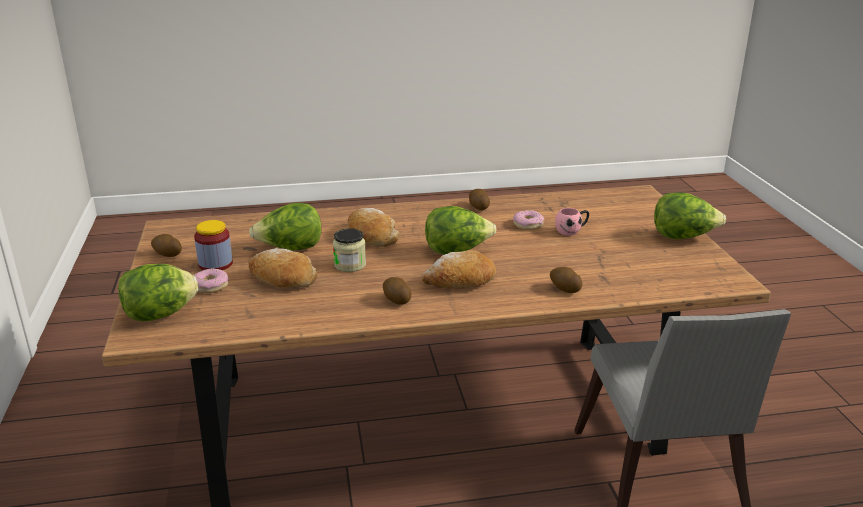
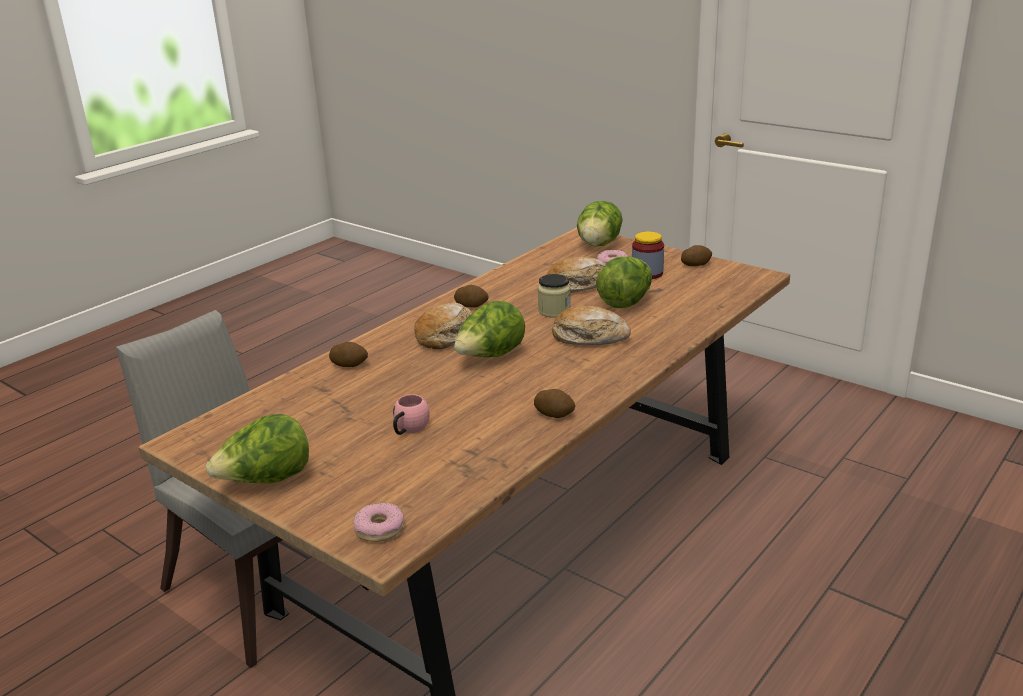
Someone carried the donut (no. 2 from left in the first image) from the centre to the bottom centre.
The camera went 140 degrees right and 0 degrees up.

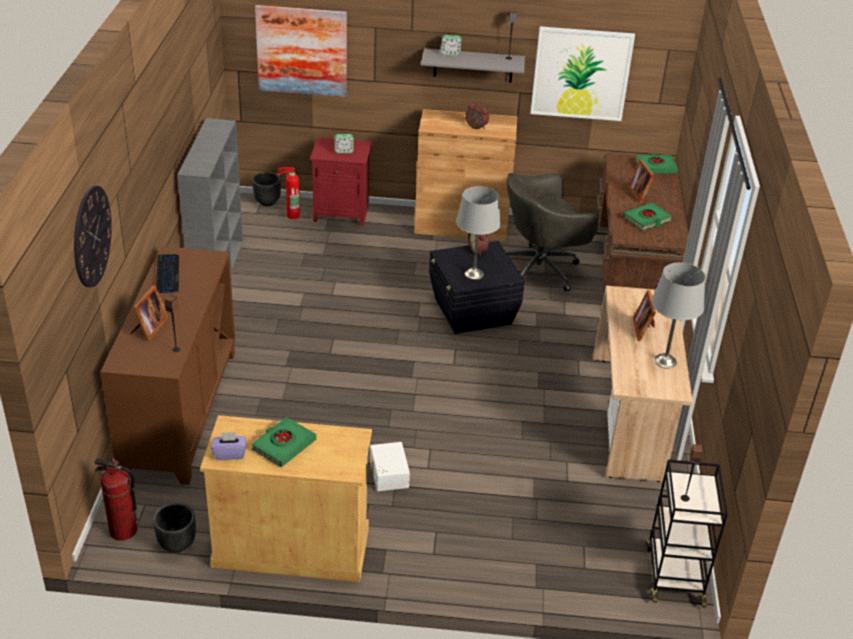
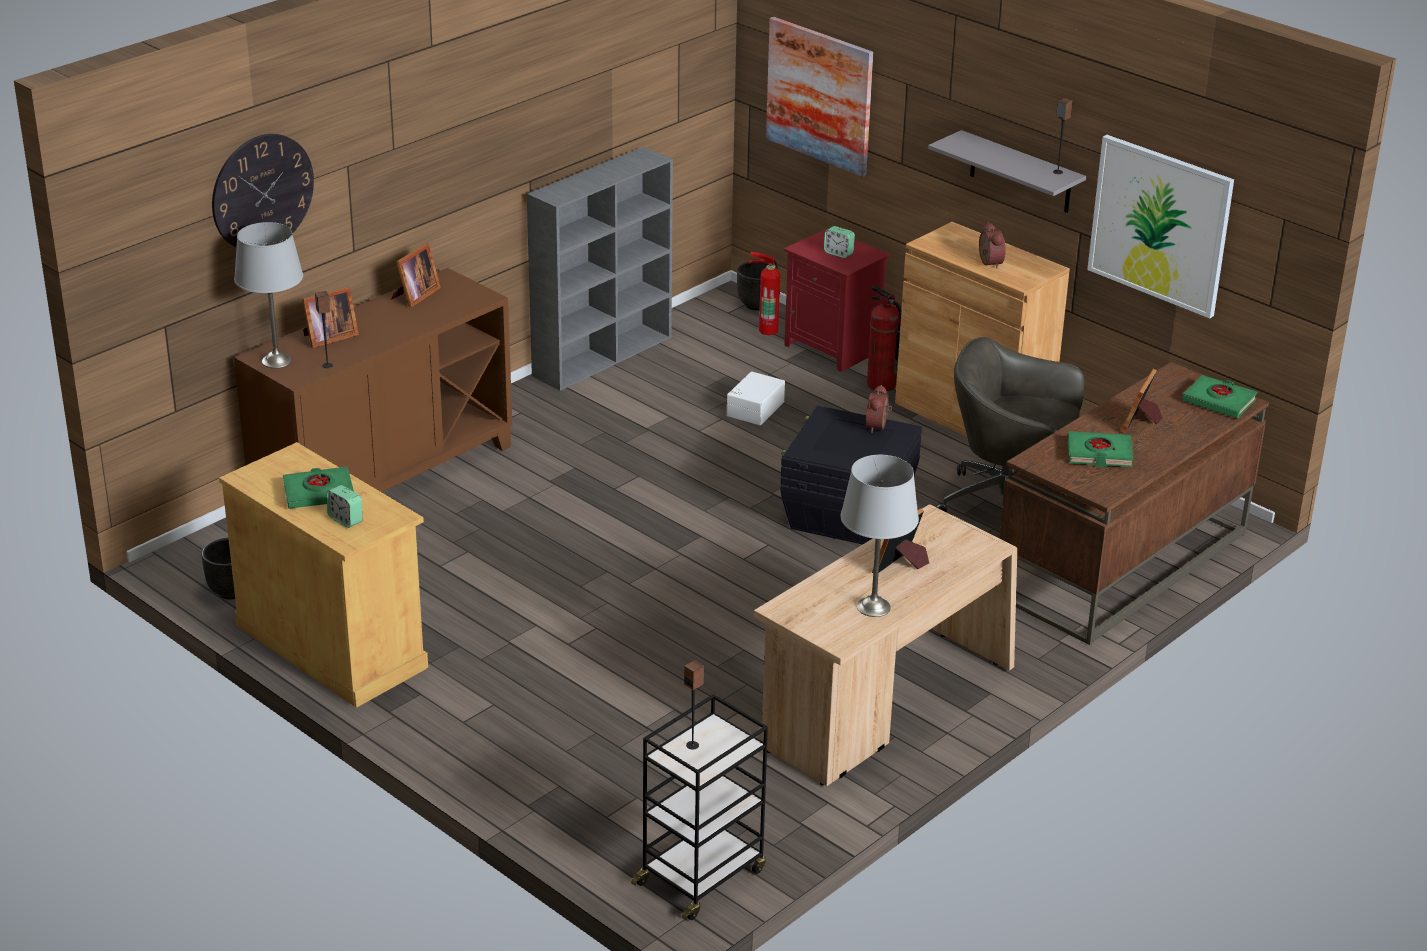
Someone carried the grey_table_lamp (no. 1 from left) from the centre to the top left.
Someone carried the alarm_clock (no. 2 from left in the first image) from the top centre to the middle left.
Someone swapped the keyboard at the middle left for the picture_frame (no. 2 from left) at the top left.
Someone carried the white_storage_box from the bottom centre to the centre.
Someone carried the fire_extinguisher (no. 1 from left in the first image) from the bottom left to the centre.
Someone took away the purple_tissue_box at the bottom left.
The camera went 40 degrees right and 5 degrees down.

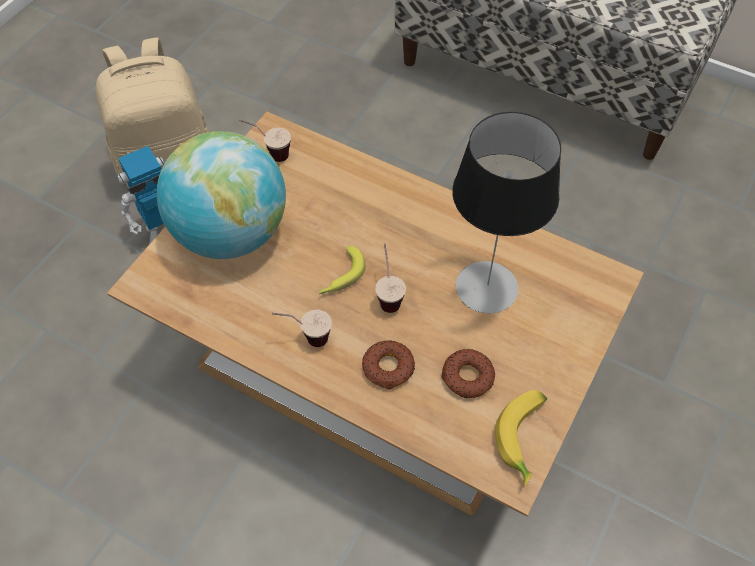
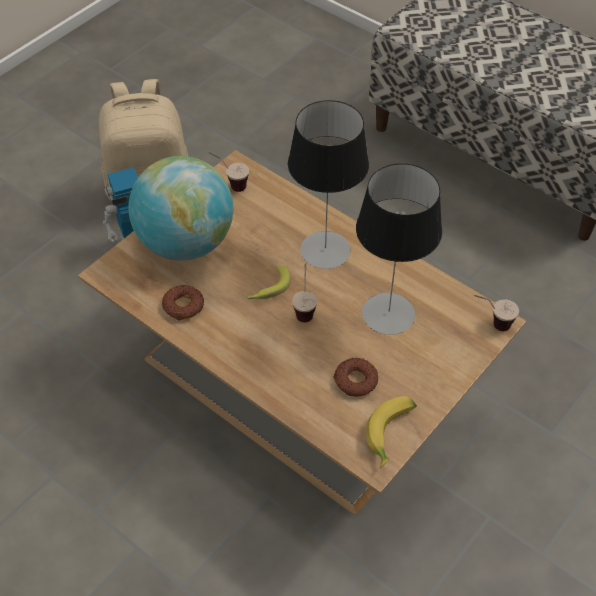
Someone carried the donut (no. 1 from left) from the centre to the middle left.
Someone put down the table_lamp (no. 1 from left) at the top centre.
Someone carried the cup (no. 2 from left in the first image) from the centre to the middle right.
The camera went 10 degrees right and 5 degrees down.

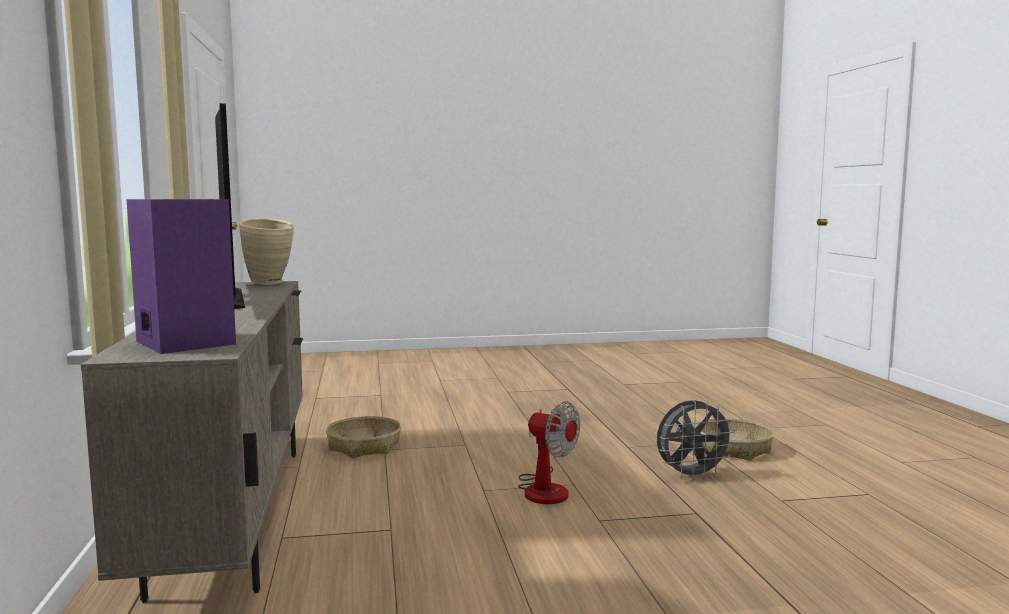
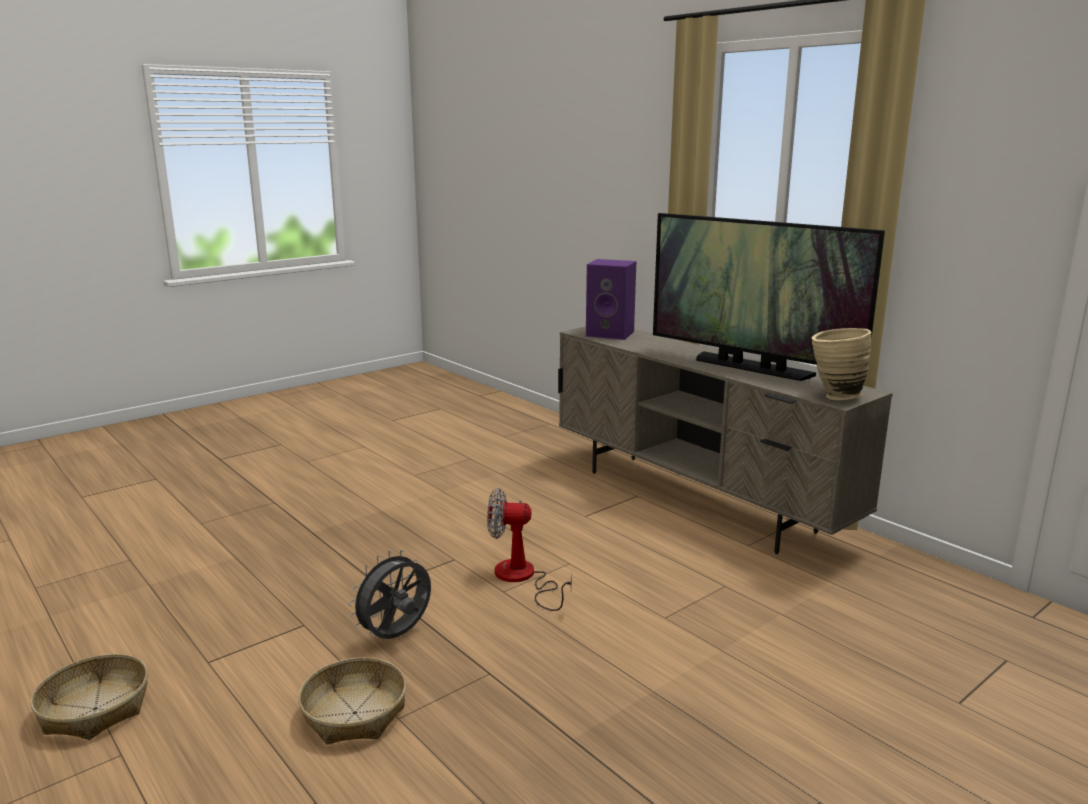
Someone carried the basket (no. 1 from left) from the bottom centre to the bottom left.
The camera went 150 degrees right and 10 degrees up.

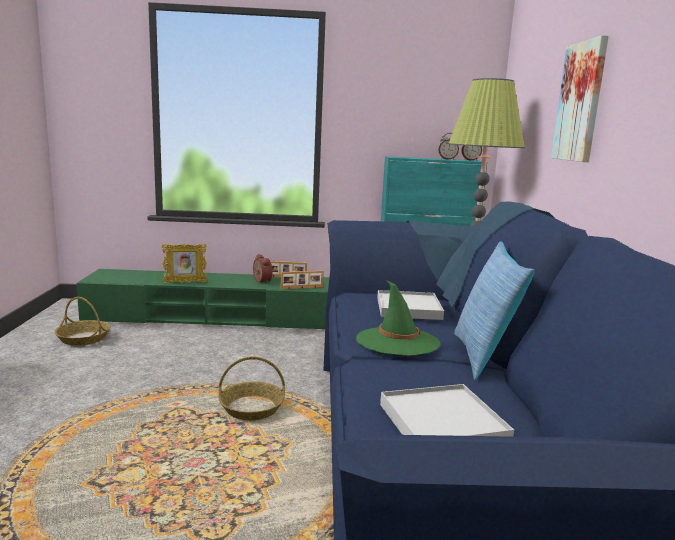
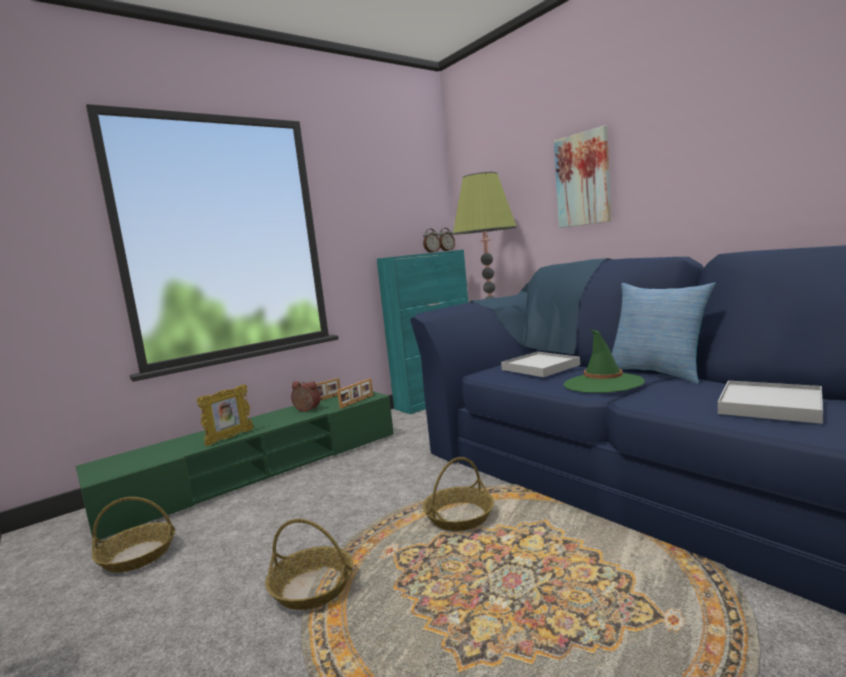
Someone put down the basket (no. 2 from left) at the bottom centre.
The camera went 35 degrees left and 5 degrees down.

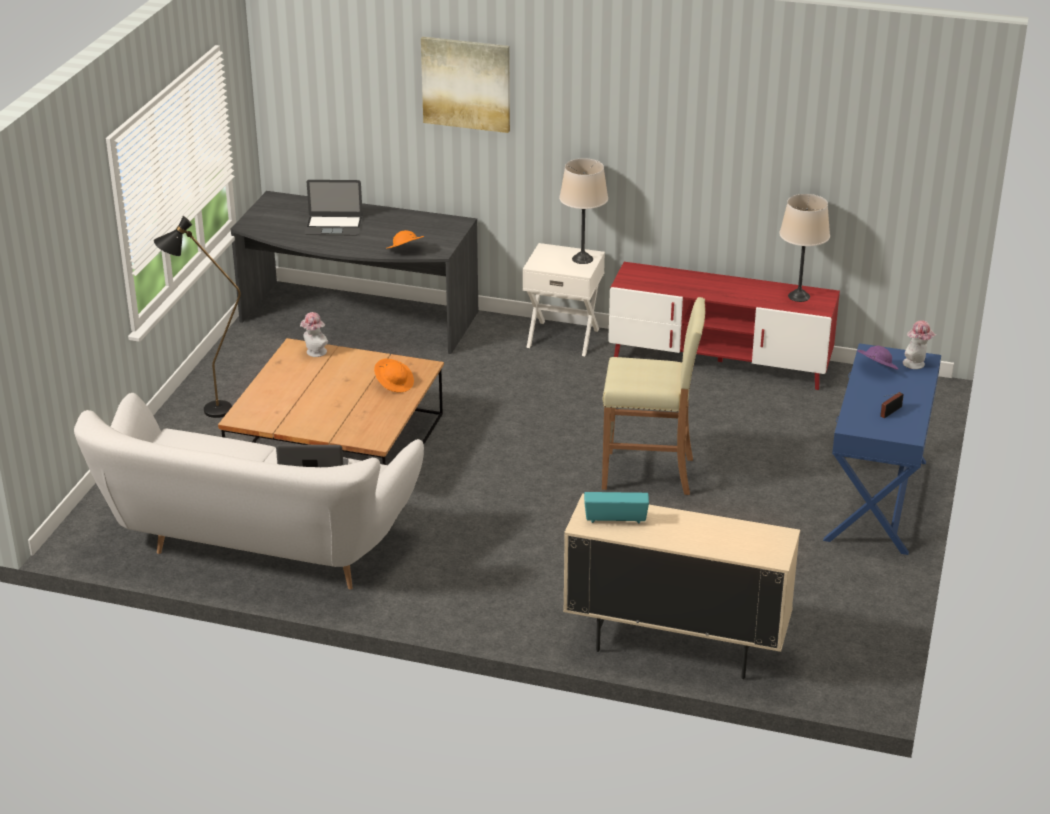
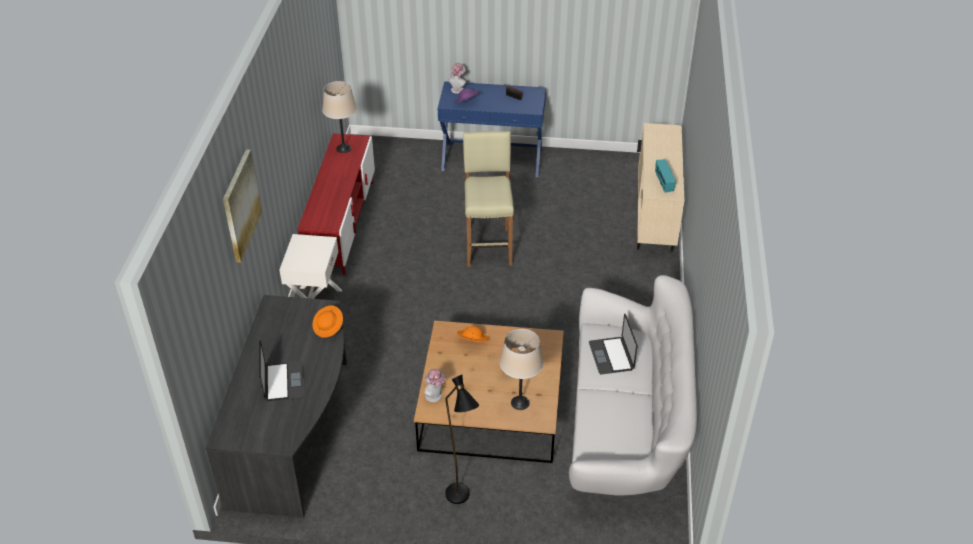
Someone carried the beige_table_lamp (no. 1 from left in the first image) from the top centre to the bottom centre.
The camera went 100 degrees left and 10 degrees up.

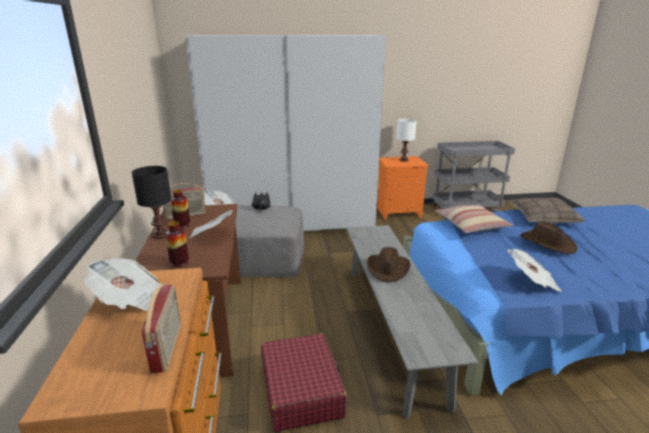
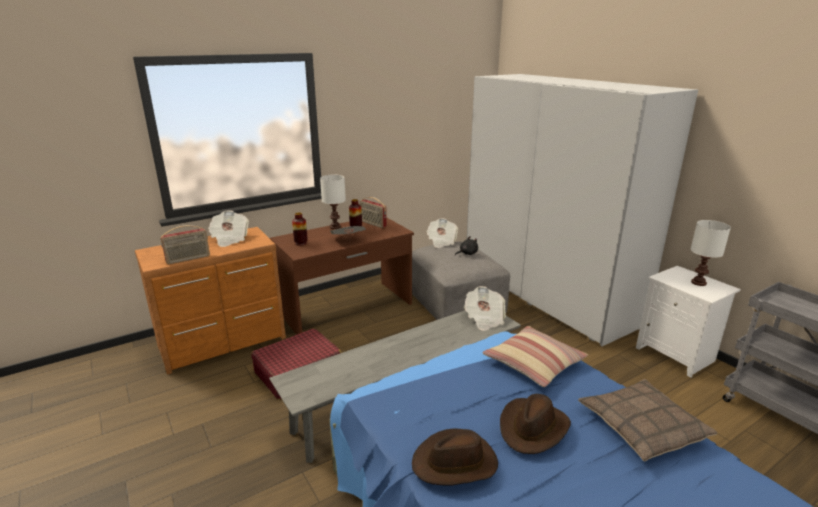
Someone repainted the black_table_lamp at the middle left, which became the white_table_lamp (no. 1 from left) at the centre.
Someone carried the brown_hat (no. 1 from left) from the centre to the bottom centre.
Someone carried the newspaper (no. 4 from left) from the middle right to the centre.
Someone repainted the orange_nightstand at the centre, which became the white_nightstand at the middle right.
The camera went 65 degrees right and 0 degrees up.

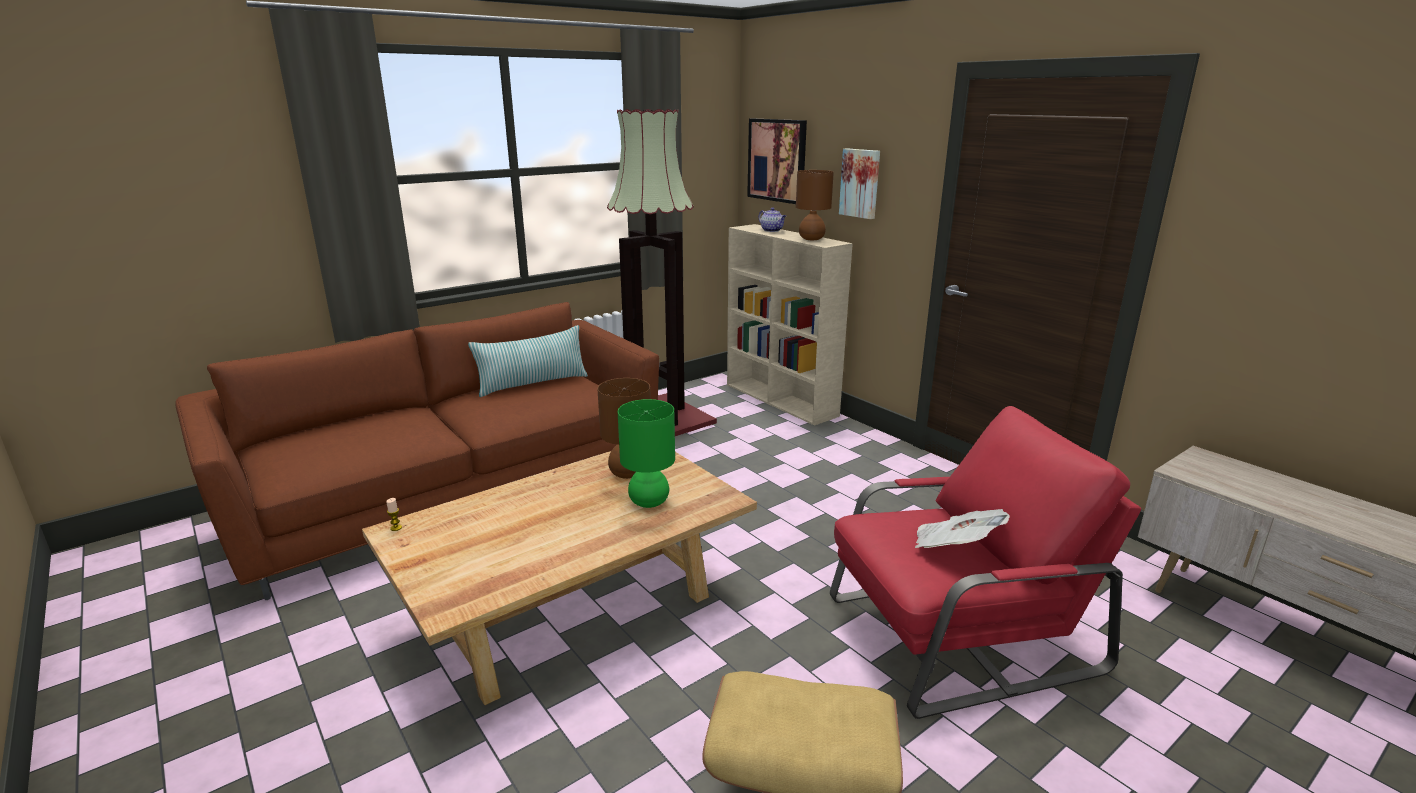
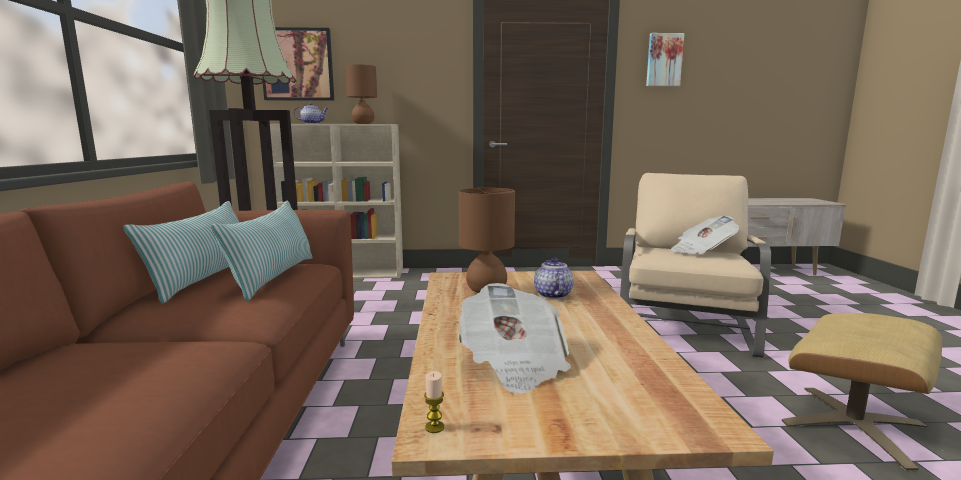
Someone put down the pillow (no. 2 from left) at the middle left.
Someone put down the newspaper (no. 1 from left) at the bottom centre.
Someone swapped the green_table_lamp at the centre for the teapot (no. 2 from left) at the centre.
Someone repainted the red_armchair at the bottom right, which became the beige_armchair at the middle right.
Someone carried the picture (no. 2 from left) from the top centre to the top right.
The camera went 55 degrees left and 10 degrees down.

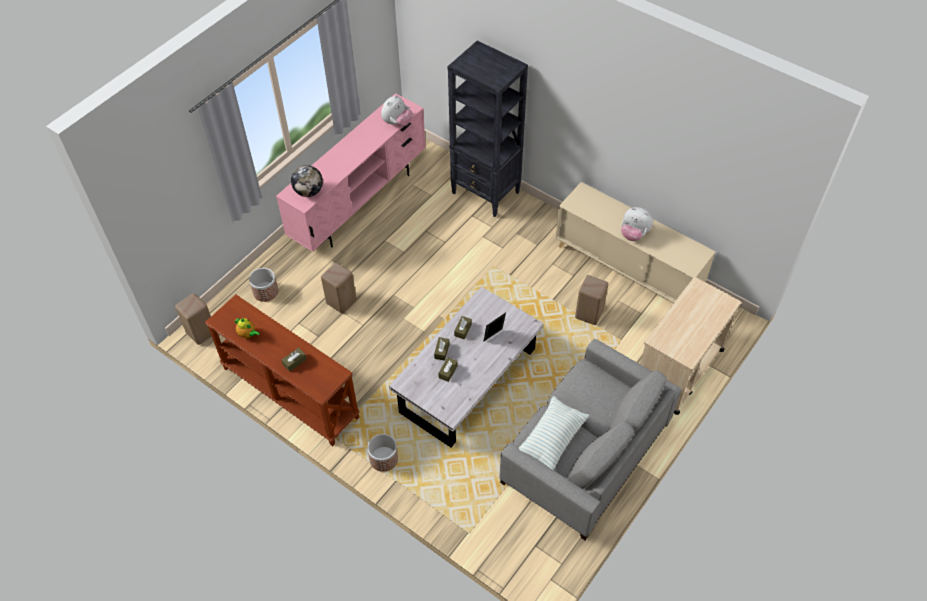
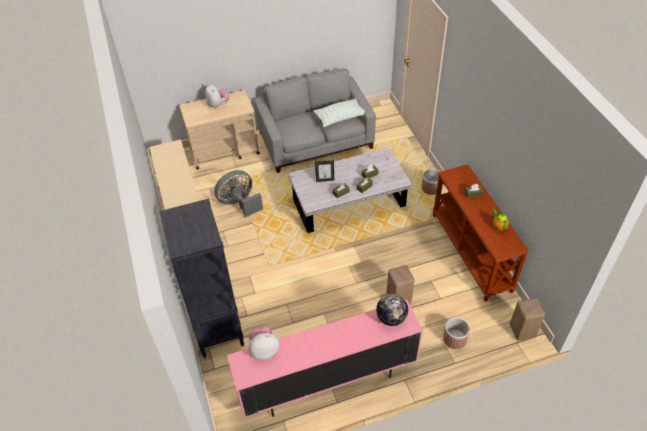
Someone carried the plush_toy (no. 2 from left in the first image) from the middle right to the top centre.
Someone swapped the beige_stool (no. 3 from left) at the centre for the grey_fan at the centre.
The camera went 145 degrees left and 5 degrees down.

